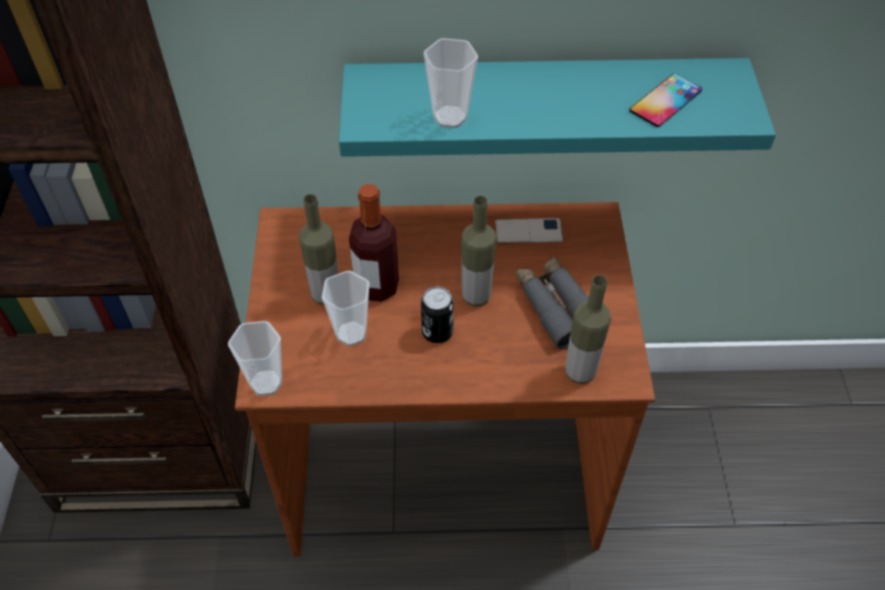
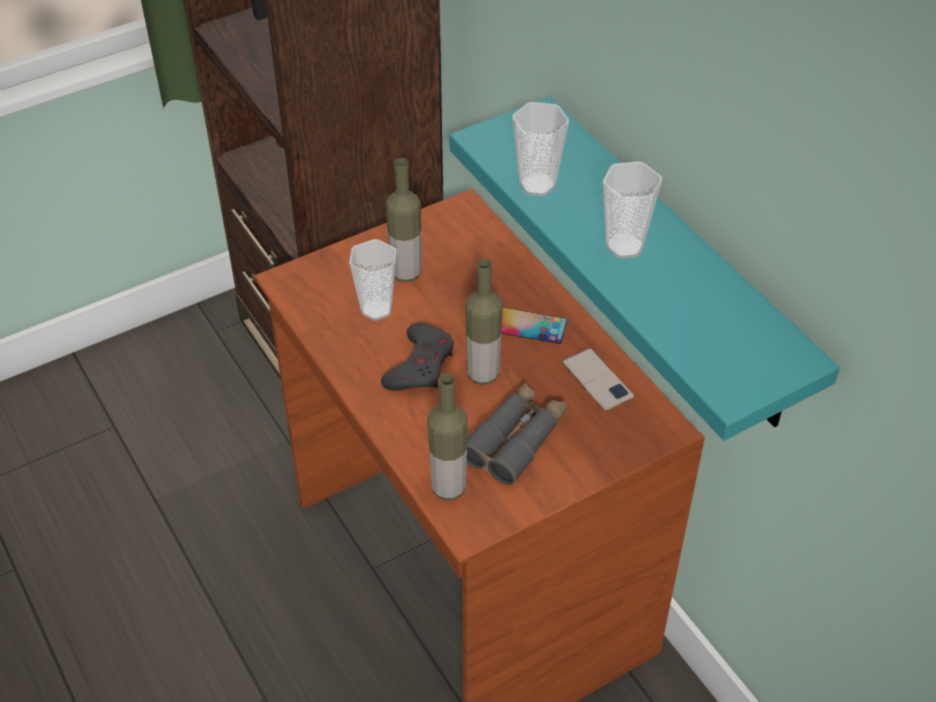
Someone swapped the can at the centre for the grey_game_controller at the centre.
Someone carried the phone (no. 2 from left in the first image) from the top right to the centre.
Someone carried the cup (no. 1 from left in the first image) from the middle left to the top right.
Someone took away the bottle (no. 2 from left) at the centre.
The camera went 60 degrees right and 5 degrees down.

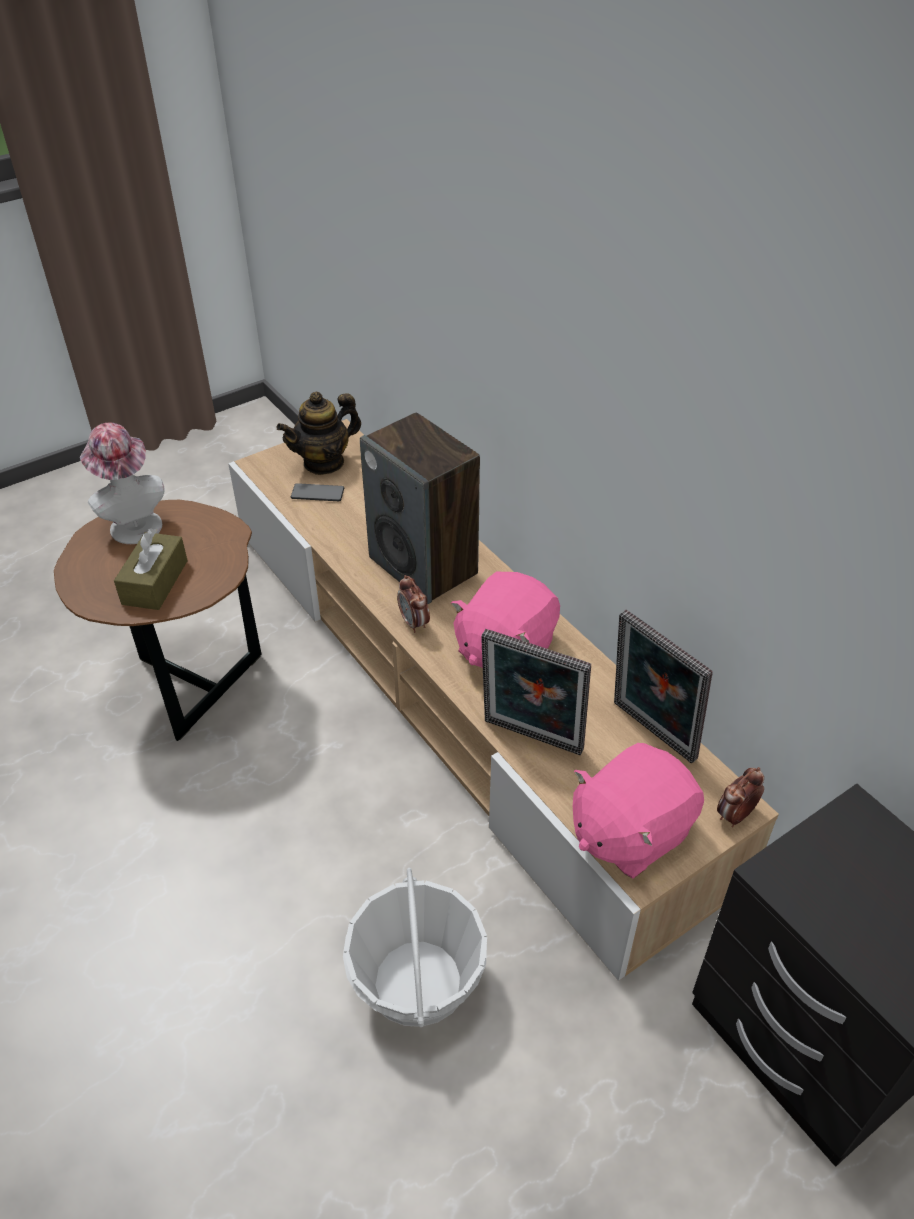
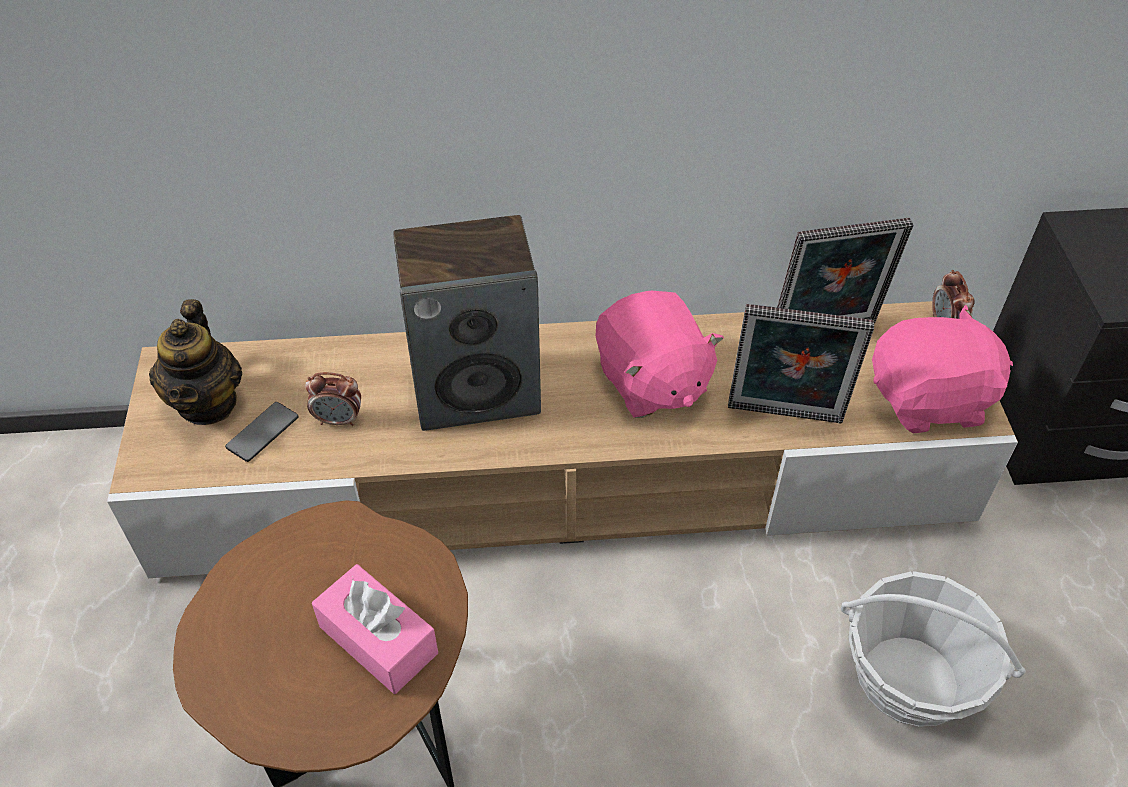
Someone carried the alarm_clock (no. 1 from left) from the centre to the middle left.
Someone repainted the brown_tissue_box at the middle left, which became the pink_tissue_box at the bottom left.
Someone rotated the picture_frame (no. 1 from left) at the centre by 45 degrees clockwise.
Someone rotated the pink_plush_toy (no. 2 from left) at the middle right by 90 degrees counterclockwise.
Someone took away the hat at the middle left.
The camera went 60 degrees left and 5 degrees up.

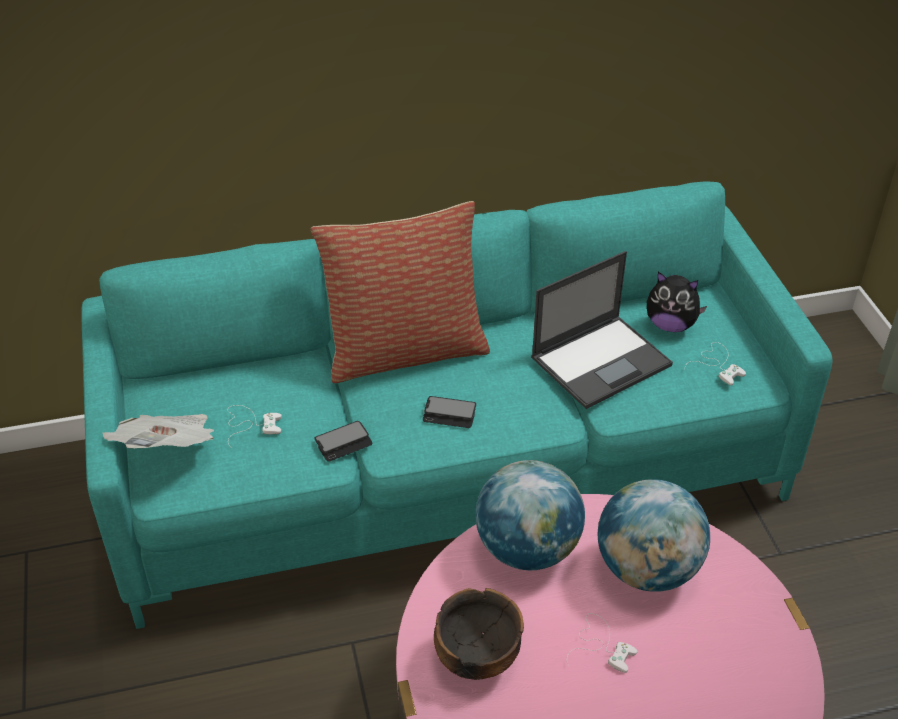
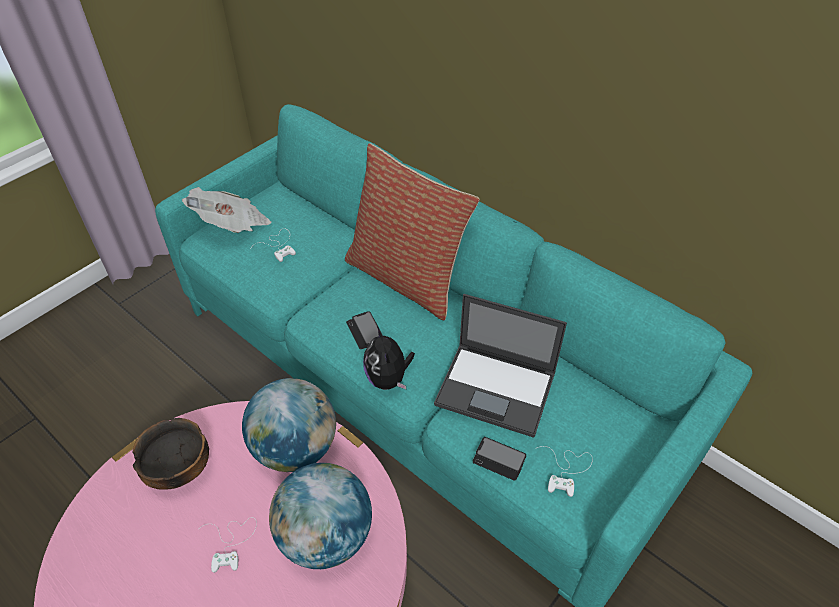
Someone carried the plush_toy from the middle right to the centre.
Someone carried the phone (no. 1 from left in the first image) from the centre to the bottom centre.
The camera went 55 degrees right and 5 degrees up.

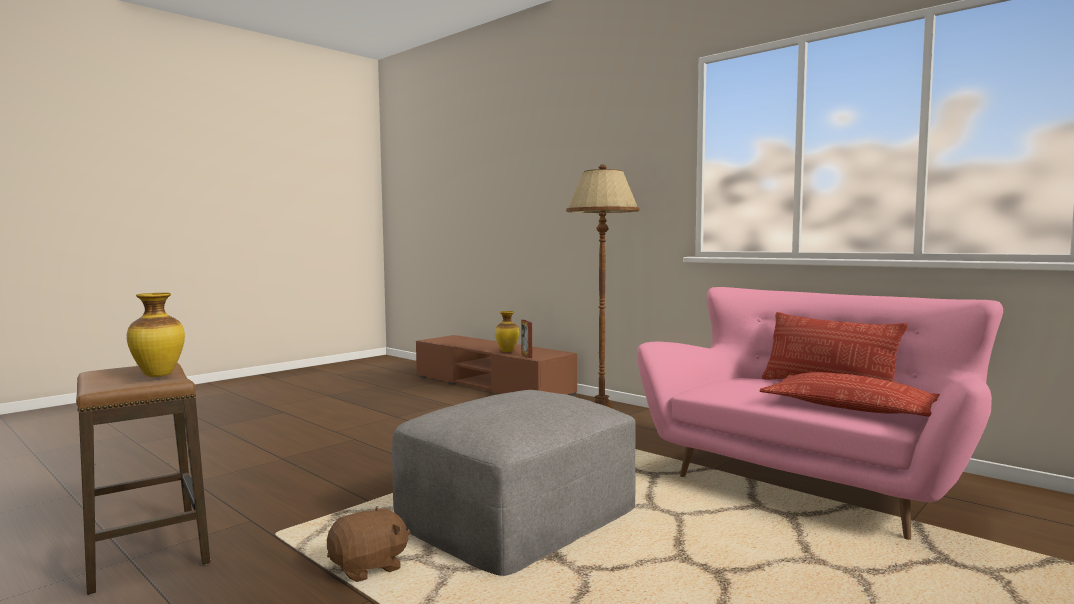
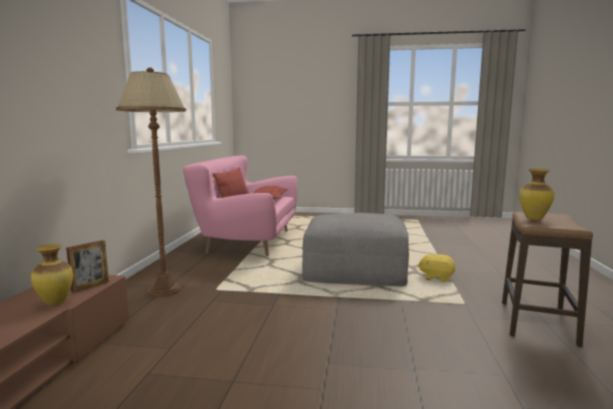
Someone repainted the brown_plush_toy at the bottom centre, which became the yellow_plush_toy at the middle right.
The camera went 125 degrees left and 5 degrees up.

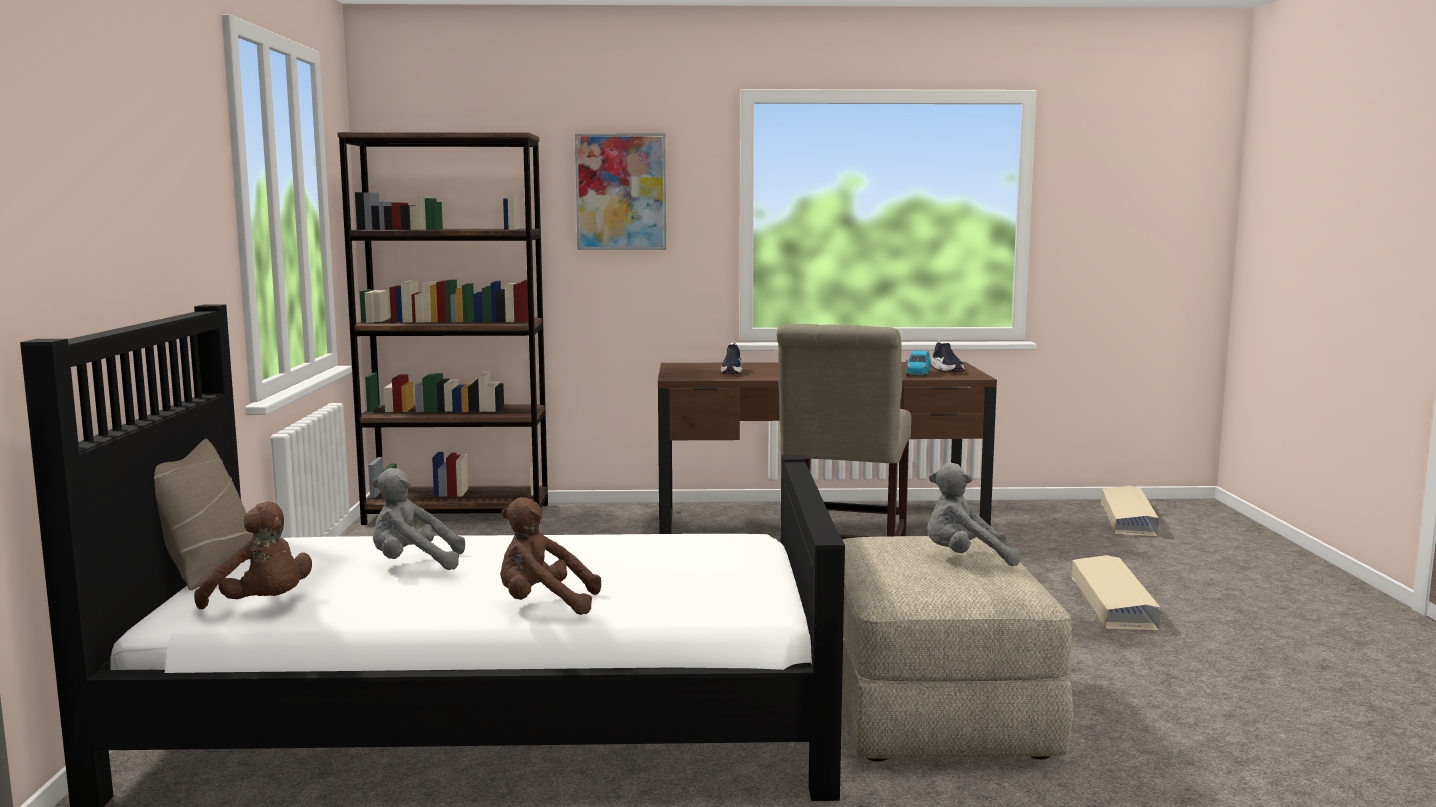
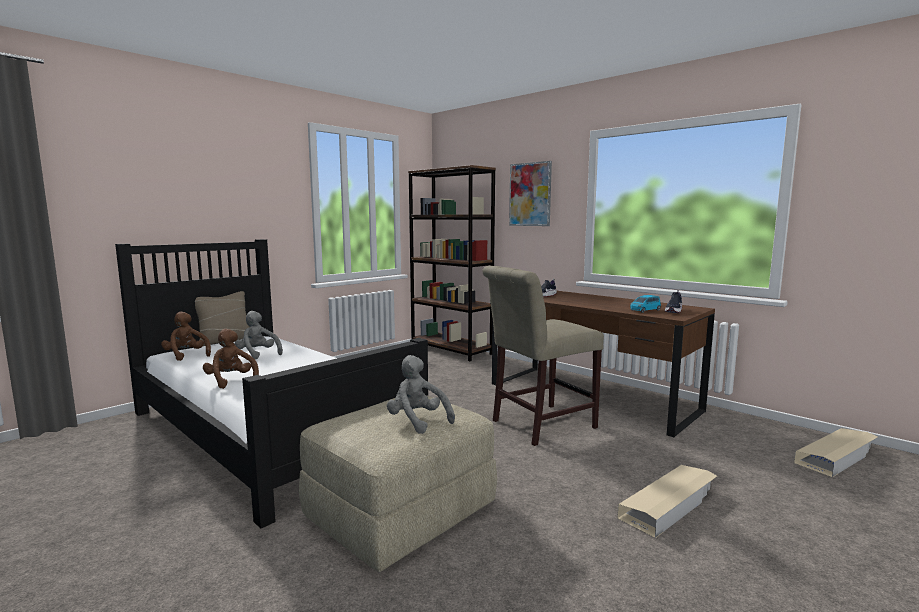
Someone rotated the brown_plush_toy (no. 1 from left) at the bottom left by 150 degrees clockwise.
The camera went 45 degrees right and 0 degrees up.

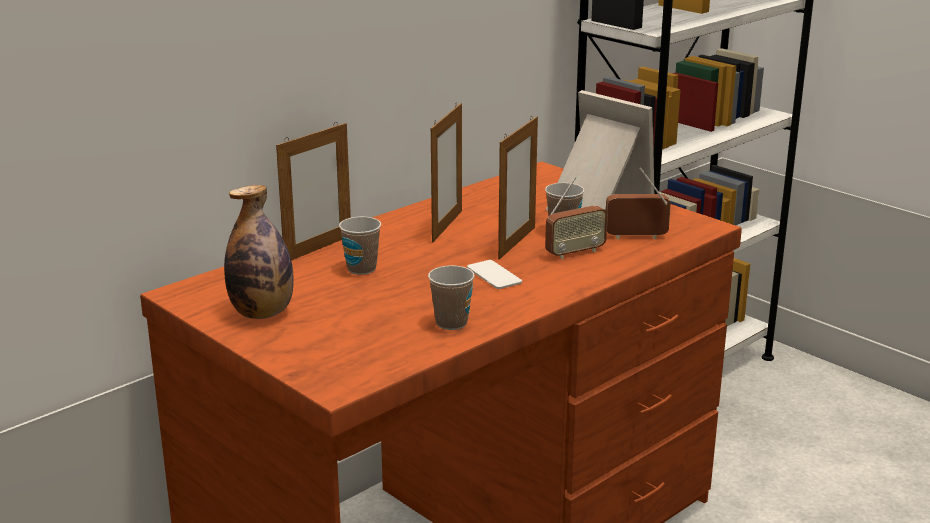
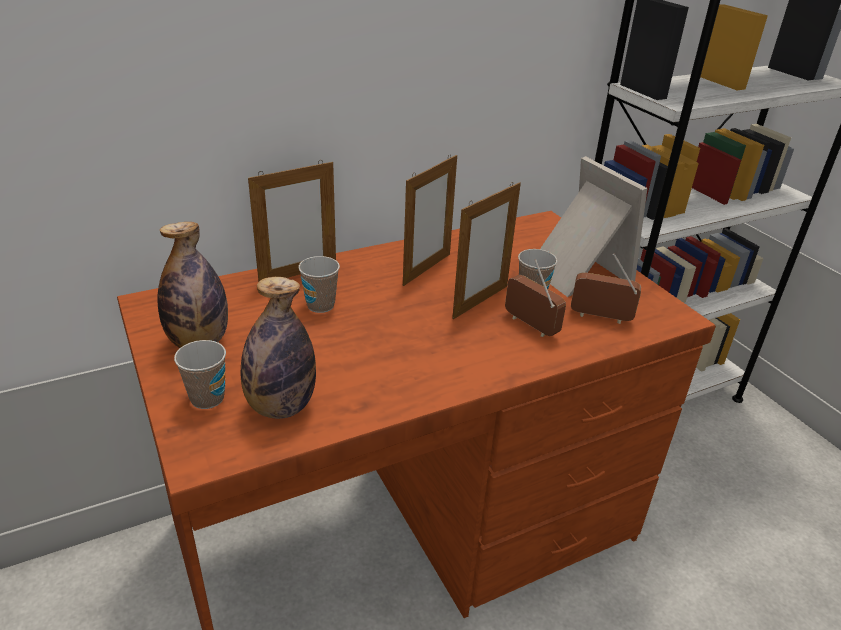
Someone carried the cup (no. 2 from left in the first image) from the centre to the middle left.
Someone put down the bottle (no. 2 from left) at the middle left.
Someone rotated the radio (no. 1 from left) at the centre by 120 degrees counterclockwise.
Someone took away the phone at the centre.
The camera went 15 degrees right and 10 degrees up.

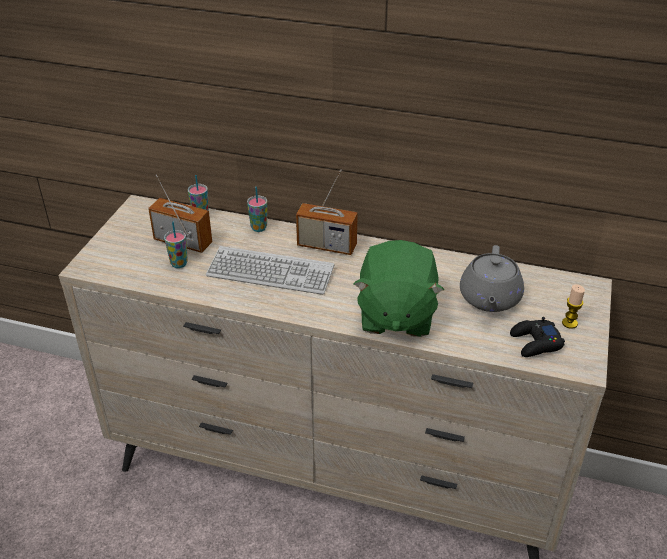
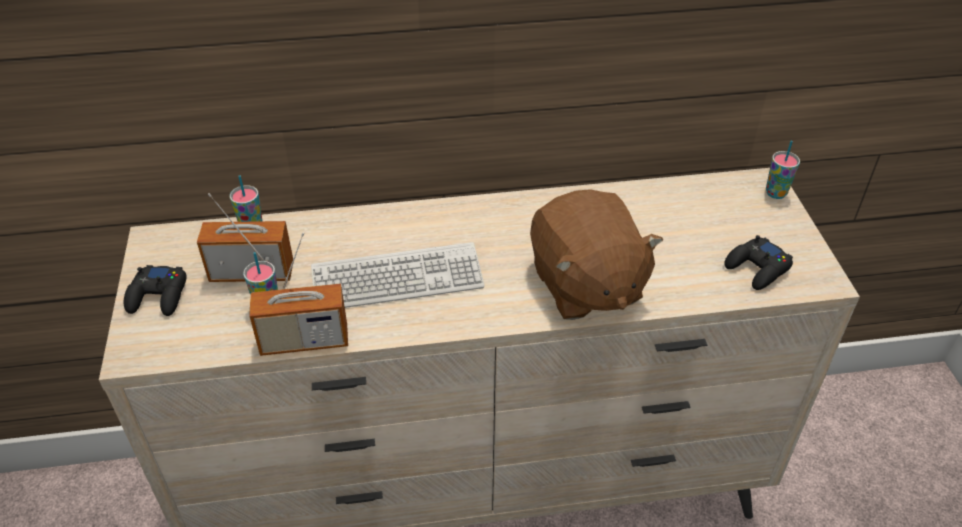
Someone put down the black_game_controller (no. 1 from left) at the middle left.
Someone carried the radio (no. 2 from left) from the centre to the middle left.
Someone repainted the green_plush_toy at the centre, which became the brown_plush_toy at the centre.
Someone carried the cup (no. 3 from left) from the centre to the top right.
Someone took away the grey_teapot at the middle right.
Someone took away the candle at the middle right.
The camera went 25 degrees left and 5 degrees up.

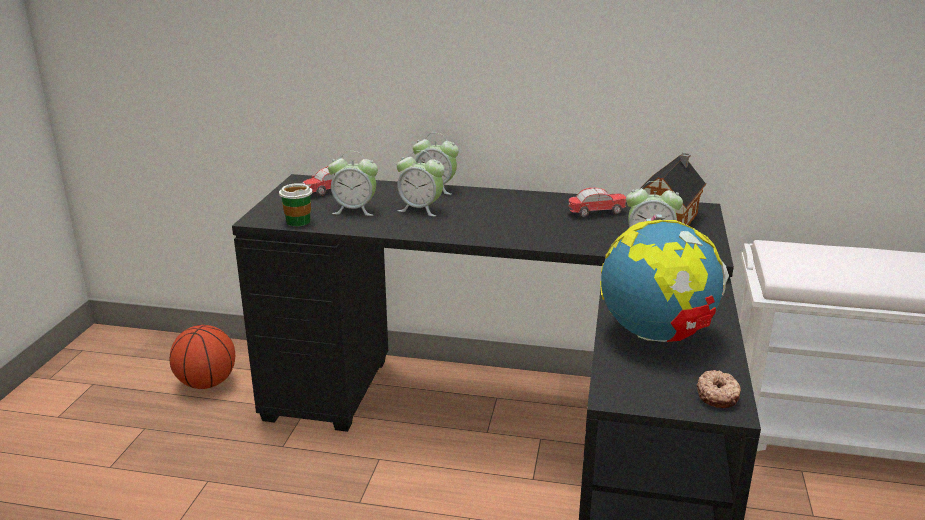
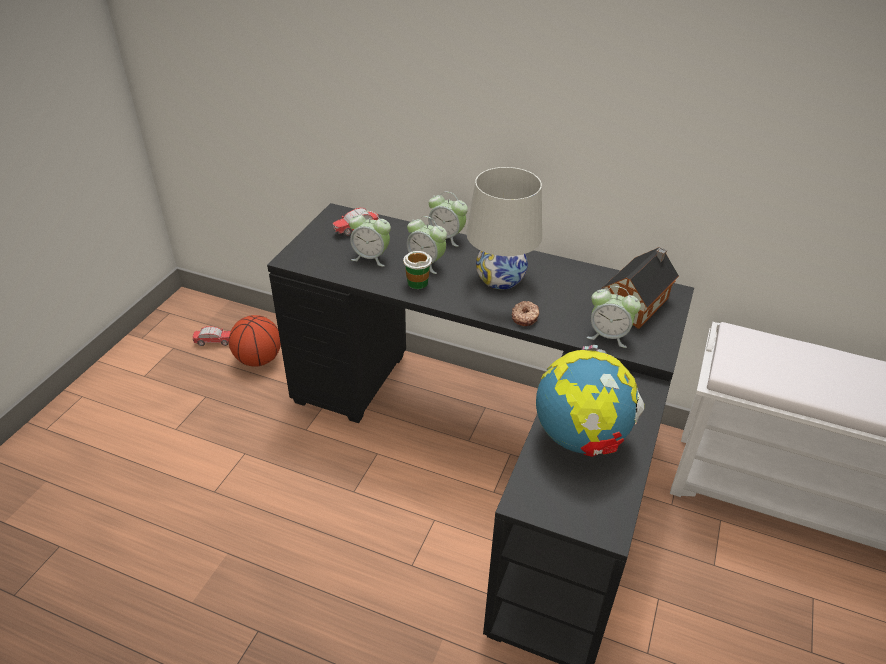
Someone carried the toy_car (no. 2 from left in the first image) from the centre to the middle left.
Someone carried the cup from the middle left to the centre.
Someone put down the white_table_lamp at the centre.
Someone carried the donut from the bottom right to the centre.
The camera went 10 degrees right and 15 degrees up.

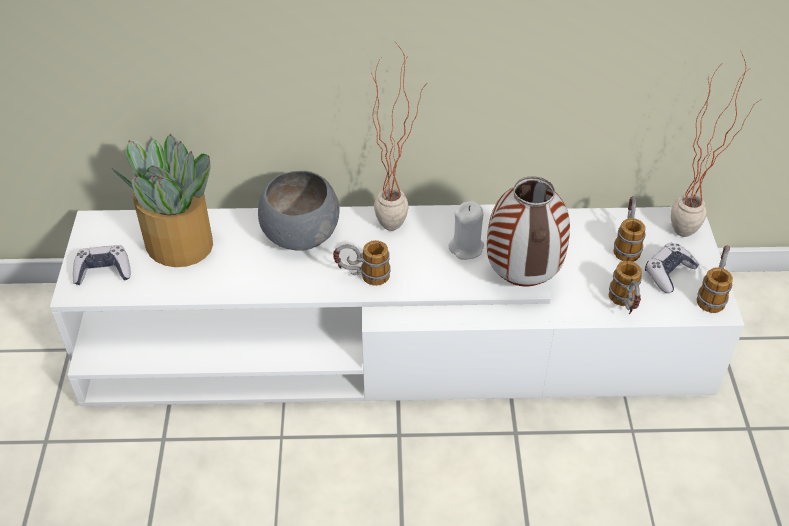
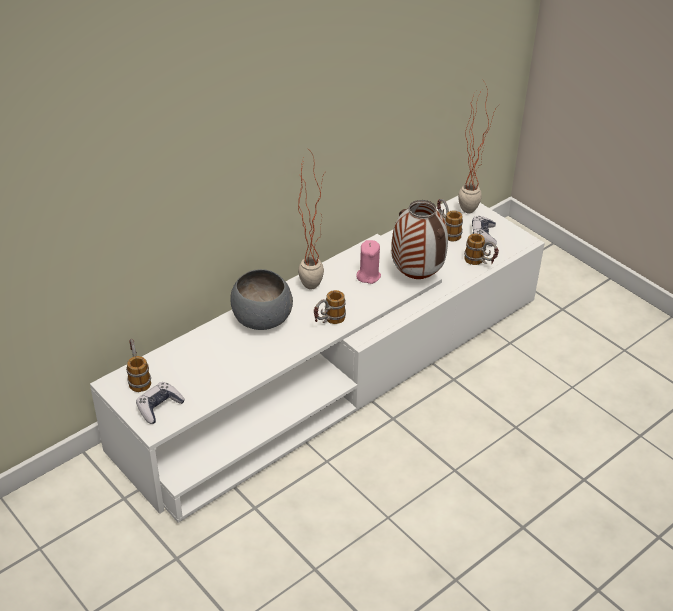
Someone carried the mug (no. 4 from left in the first image) from the middle right to the middle left.
Someone repainted the white_candle at the centre, which became the pink_candle at the centre.
Someone took away the potted_plant (no. 1 from left) at the middle left.
The camera went 40 degrees left and 5 degrees down.

